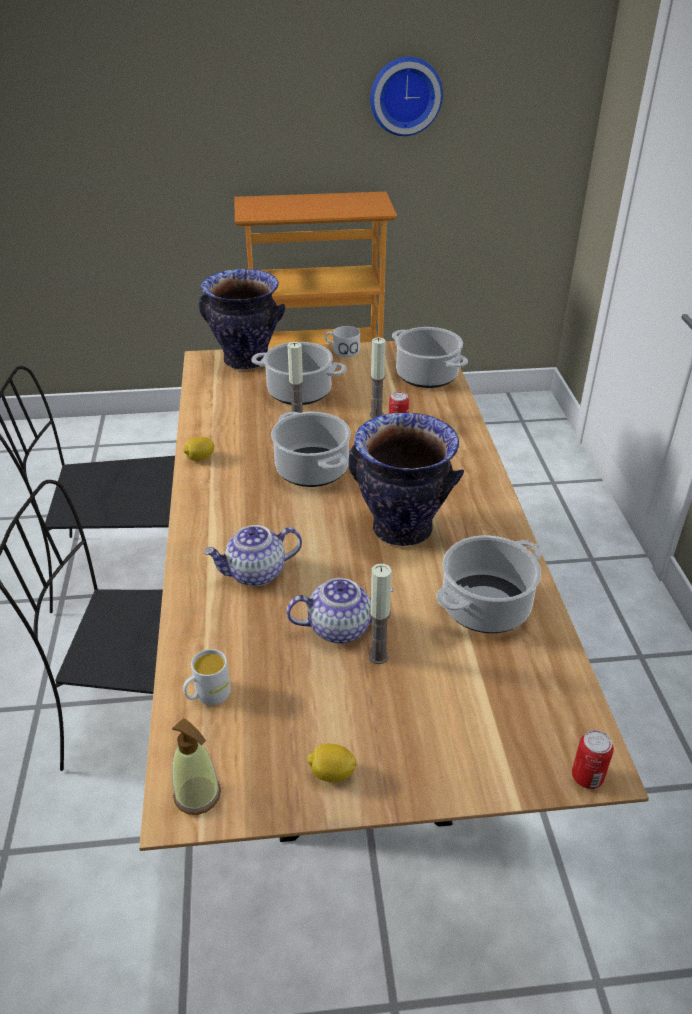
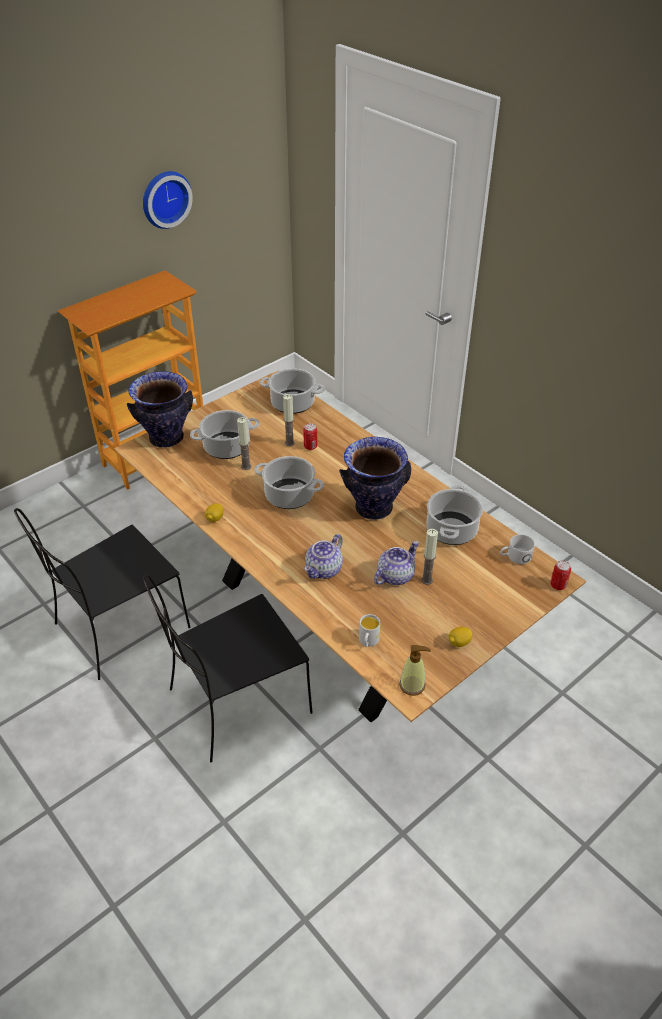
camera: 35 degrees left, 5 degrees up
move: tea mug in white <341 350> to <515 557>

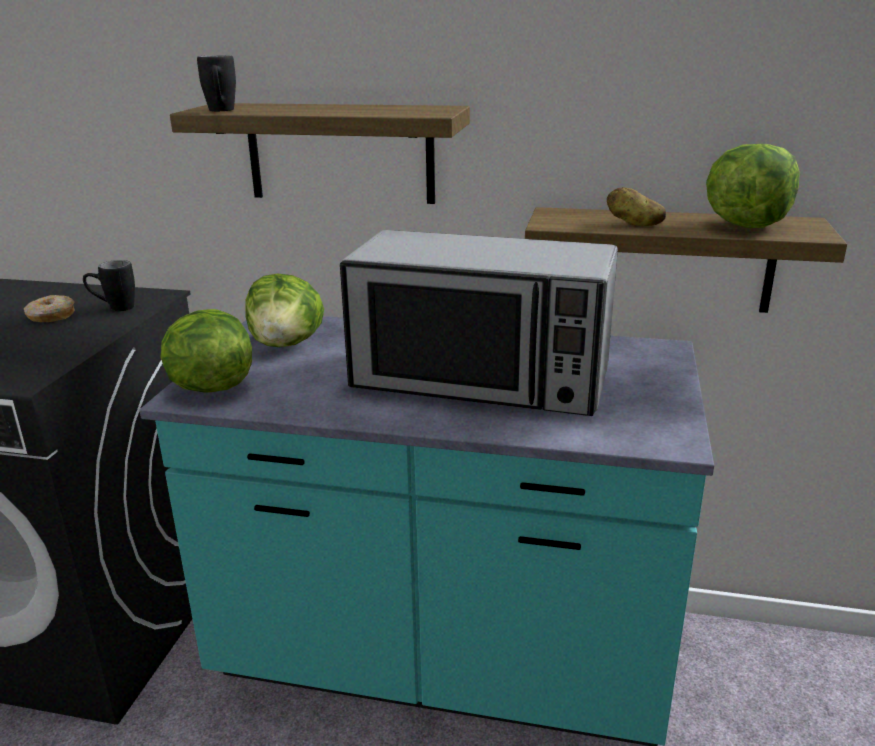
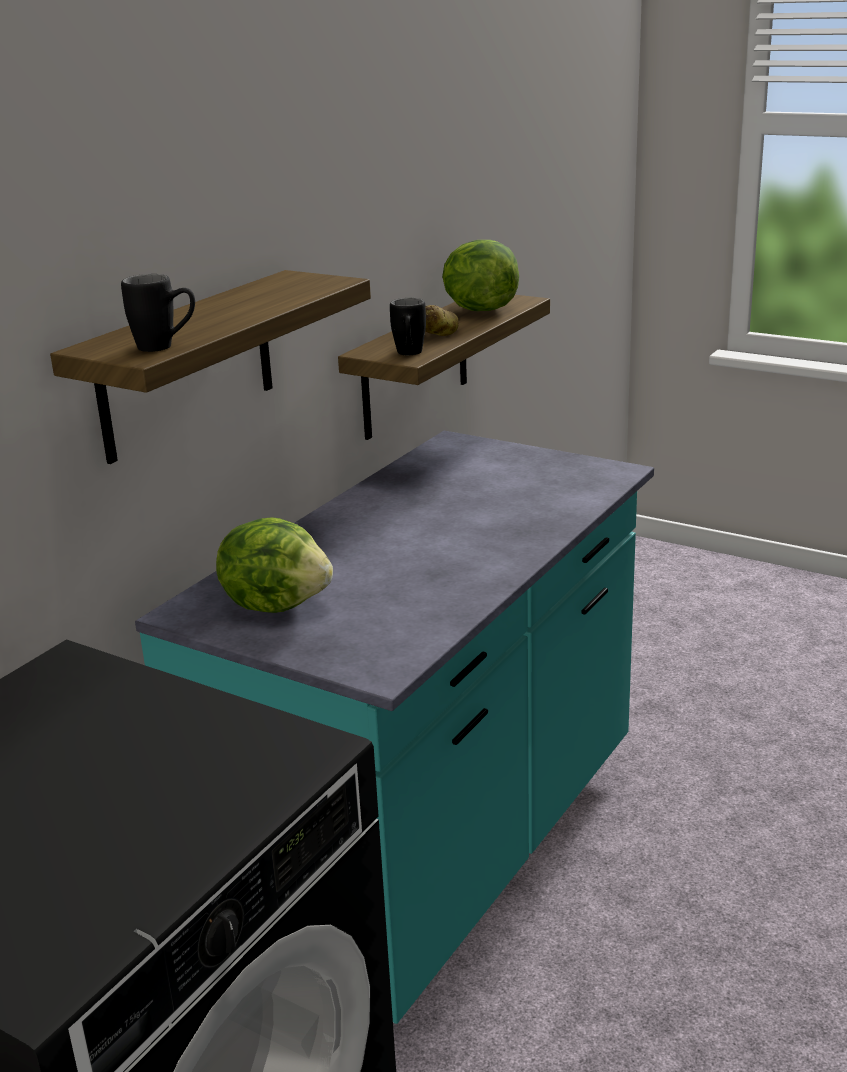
camera: 70 degrees left, 0 degrees up
delete: doughnut <51 316>; lettuce <210 387>; kitchen microwave <480 380>
move: tea mug in blackish <114 308> to <409 354>

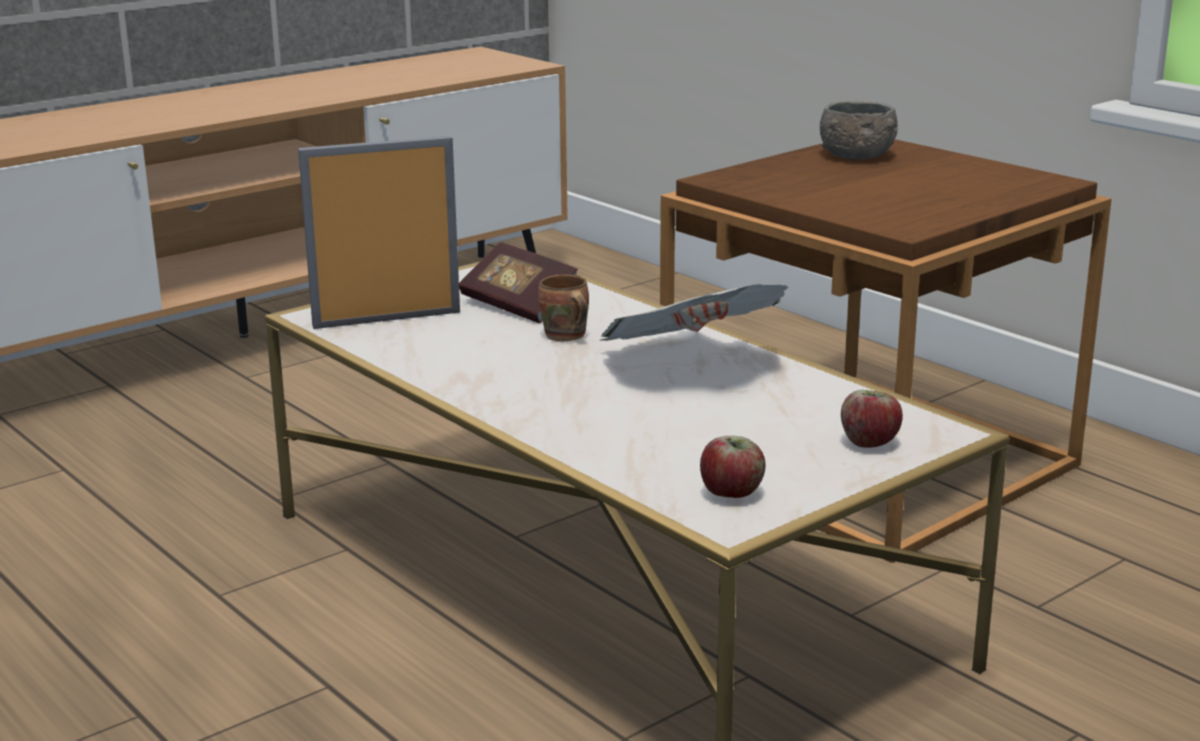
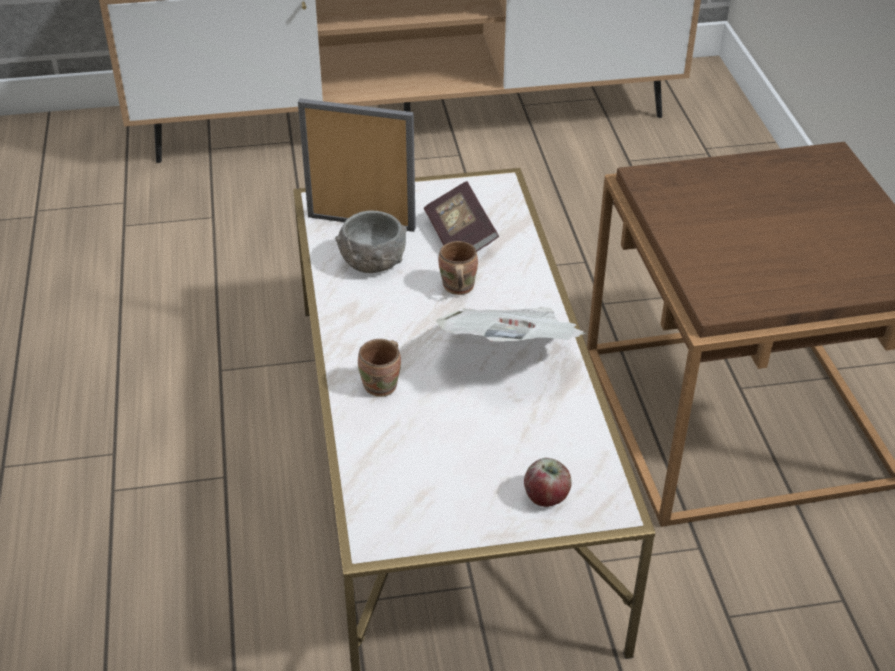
camera: 30 degrees right, 20 degrees up
delete: apple fruit <732 494>
insert: tea mug in brown-coloured <383 385>
move: serving bowl in gray <857 155> to <373 262>

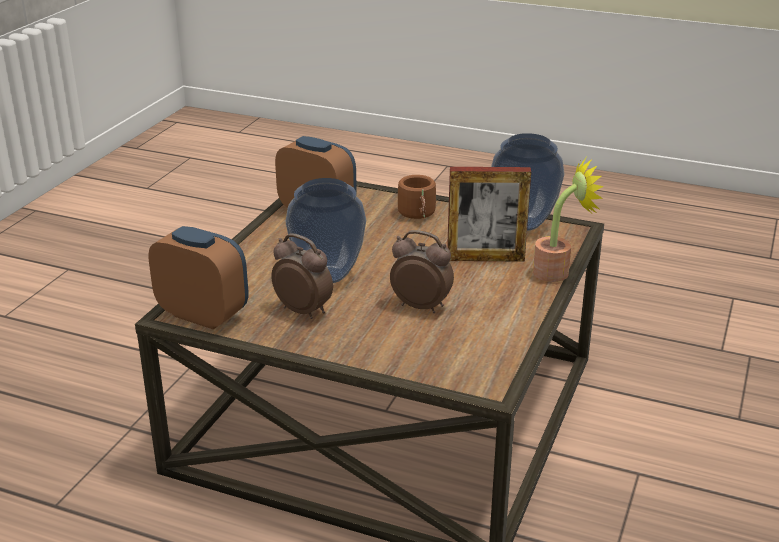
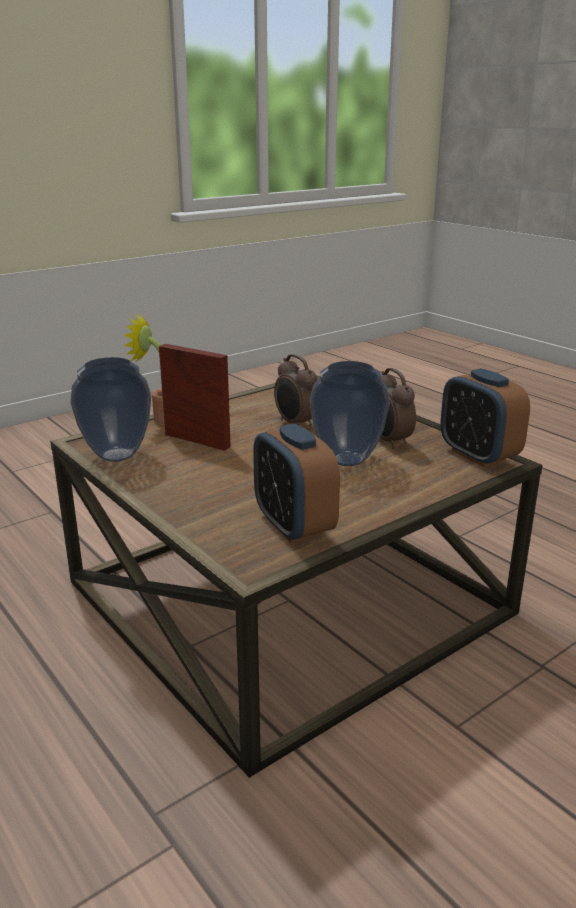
camera: 150 degrees left, 5 degrees down
delete: tea mug in brown-coloured <420 214>

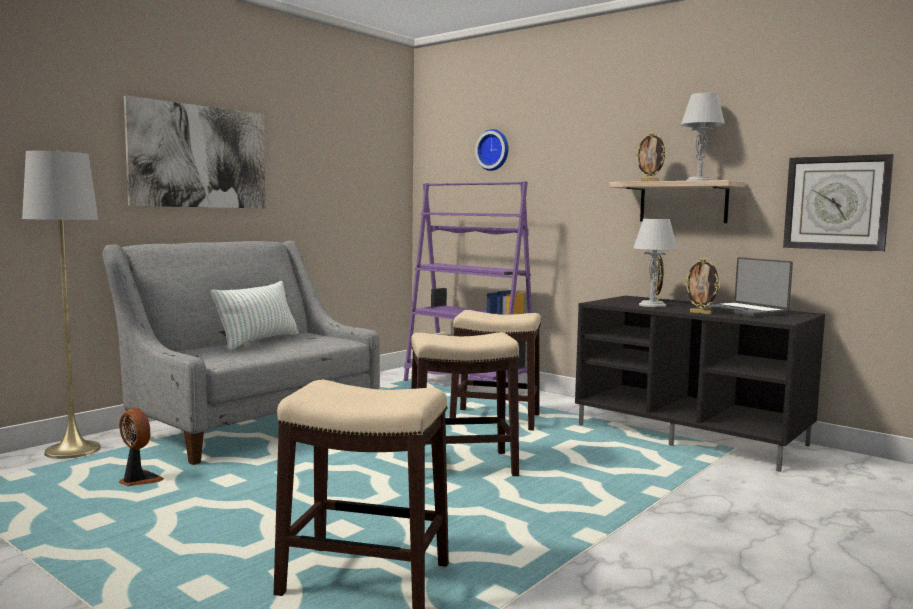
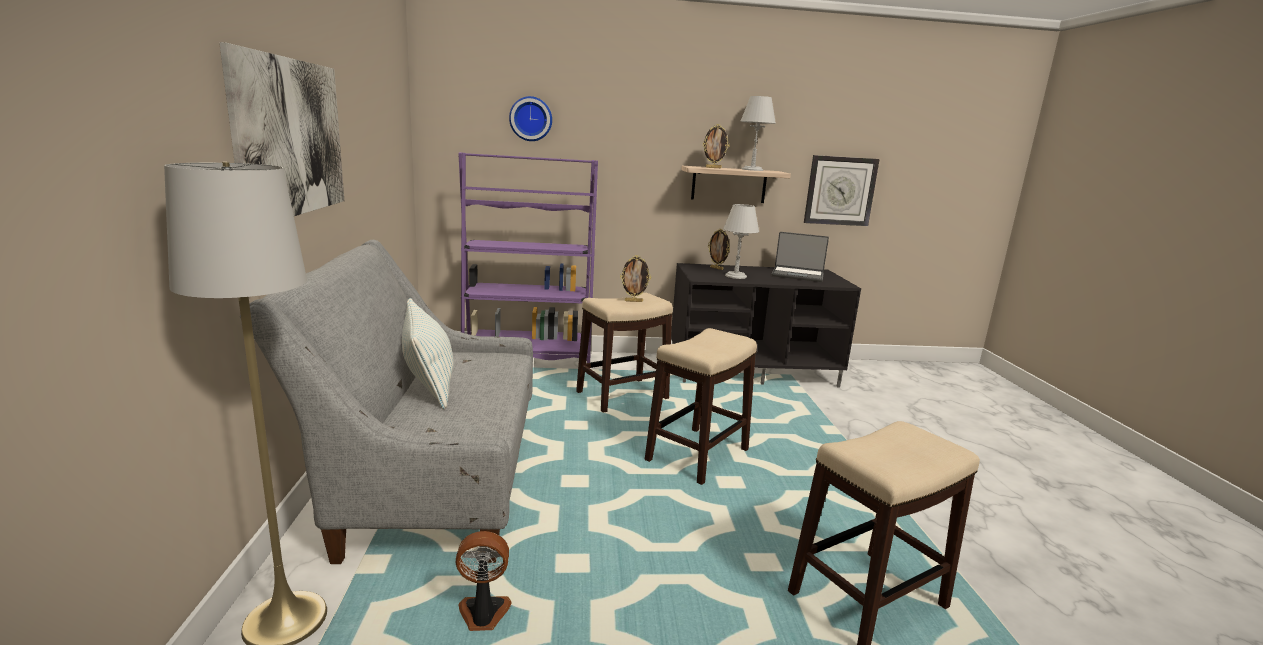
camera: 45 degrees left, 10 degrees up
move: picture frame <700 313> to <634 301>

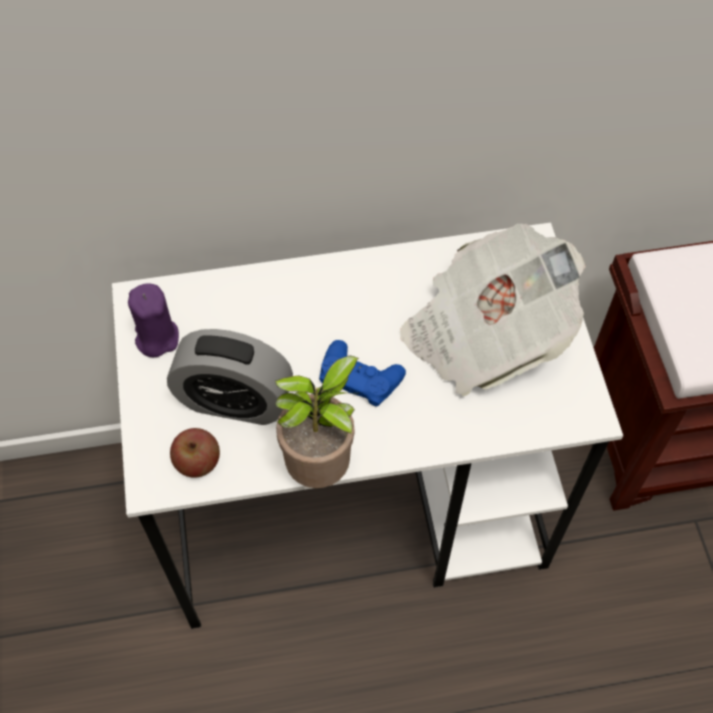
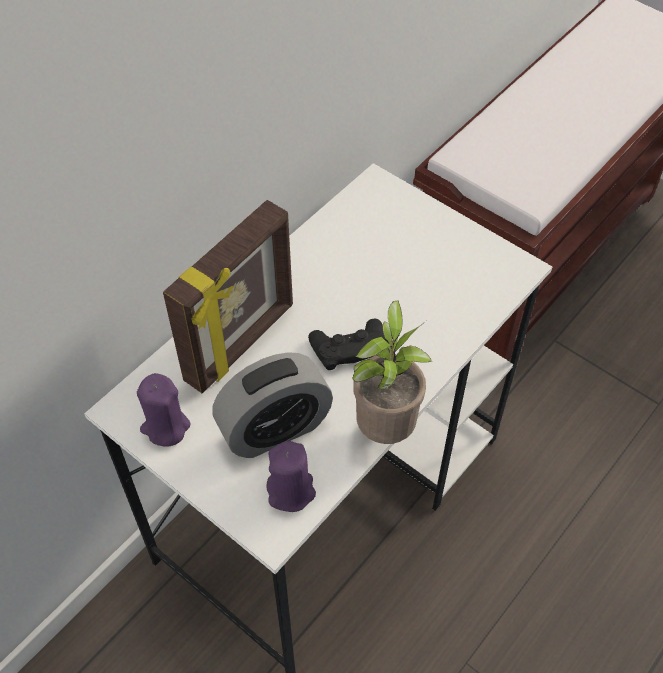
camera: 40 degrees left, 5 degrees down
delete: newspaper <485 333>
insert: picture frame <241 344>
replace: apple fruit <197 461> to wax candle in purplish <291 491>
recolor: joypad in blue-coloured <360 377> to joypad in blackish <349 348>

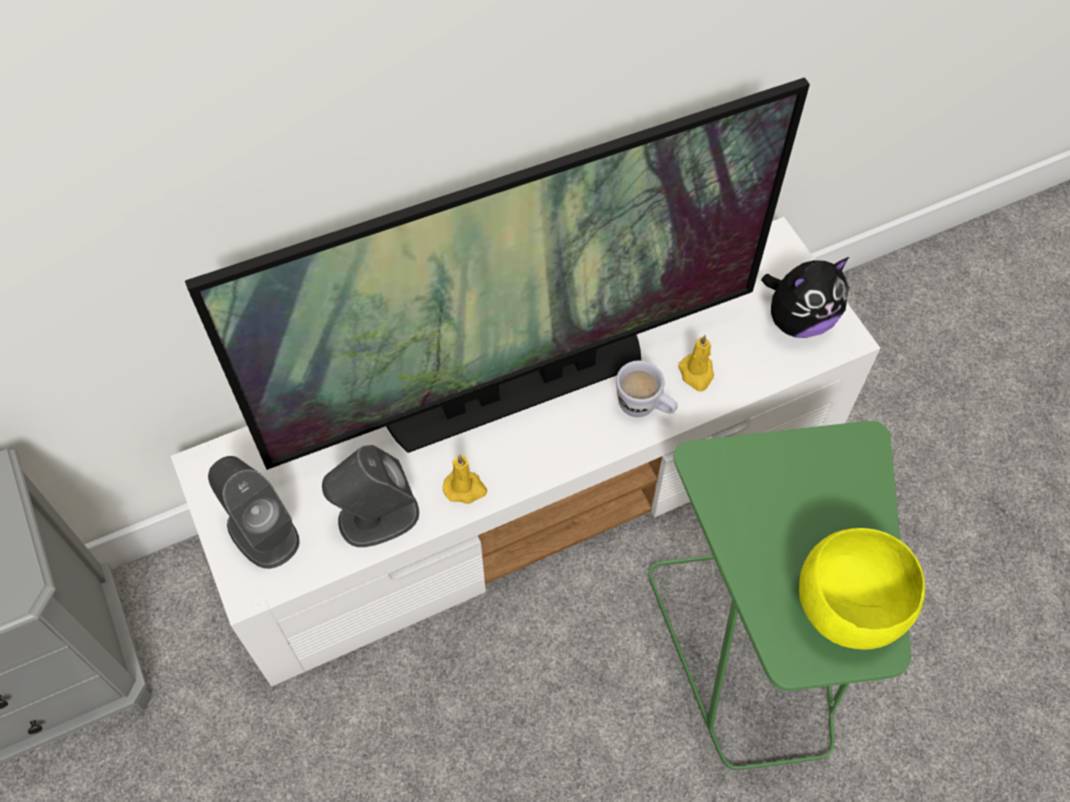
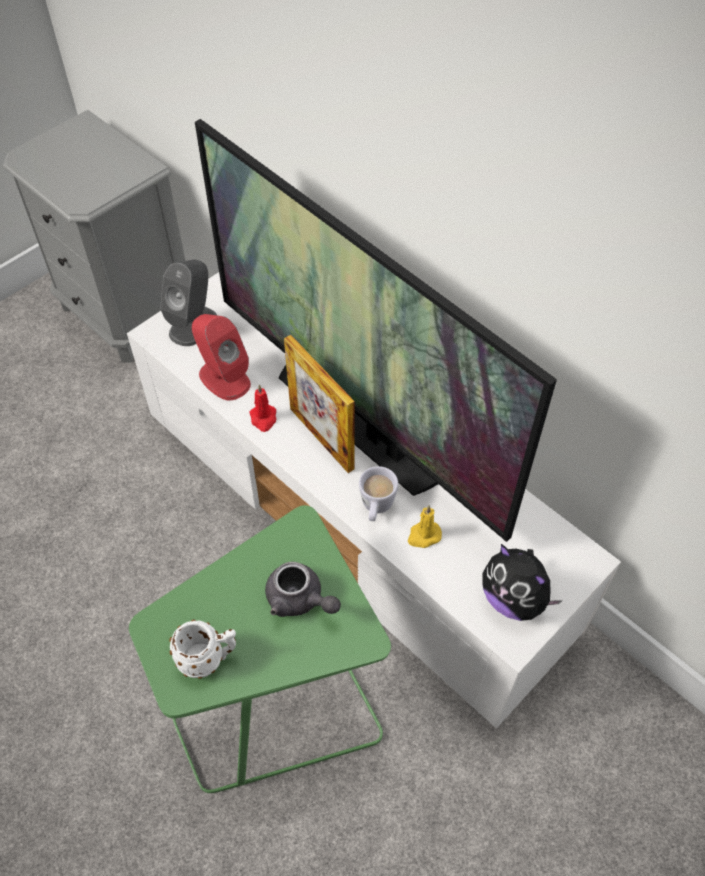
camera: 70 degrees right, 5 degrees down
insert: tea pot in gray <300 600>; picture frame <321 438>
replace: serving bowl in yellowish <849 605> to tea mug in white <208 659>
recolor: audio speaker in gray <377 517> to audio speaker in reddish <224 378>; wax candle in yellowish <465 488> to wax candle in reddish <263 418>

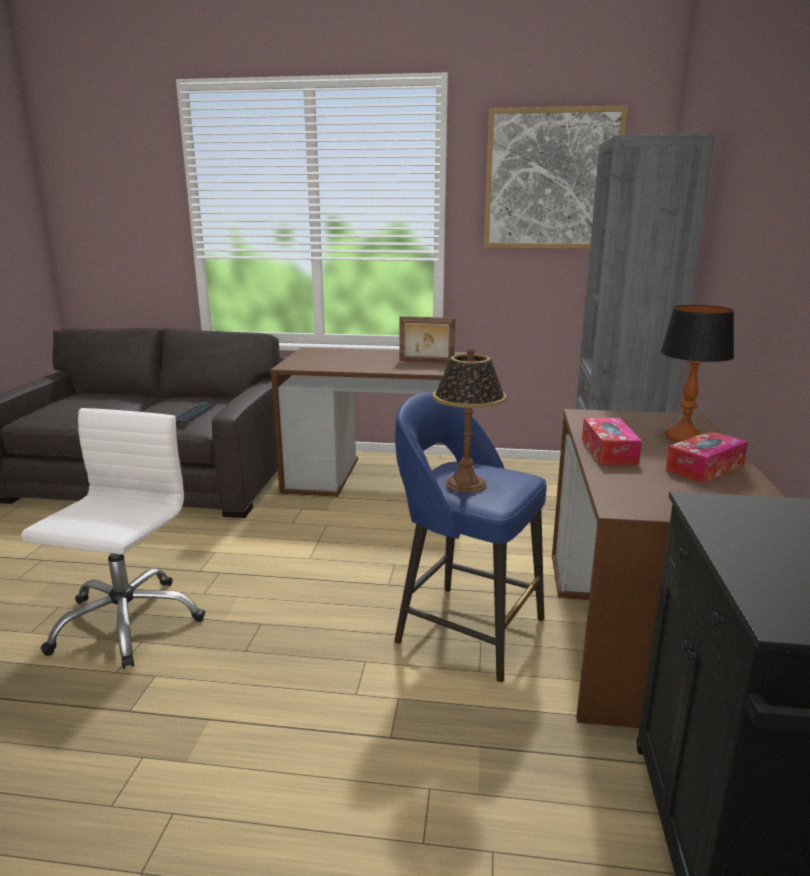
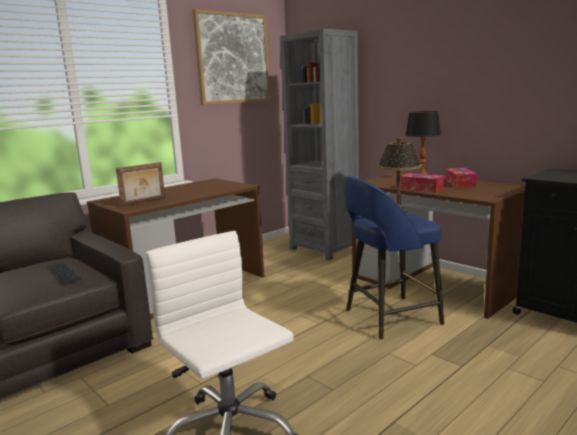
camera: 50 degrees left, 5 degrees down
move: picture frame <426 361> to <144 202>

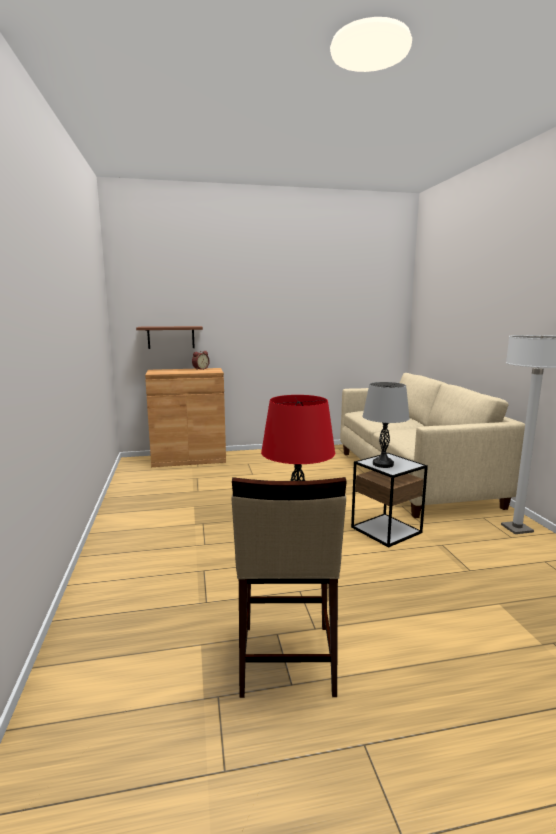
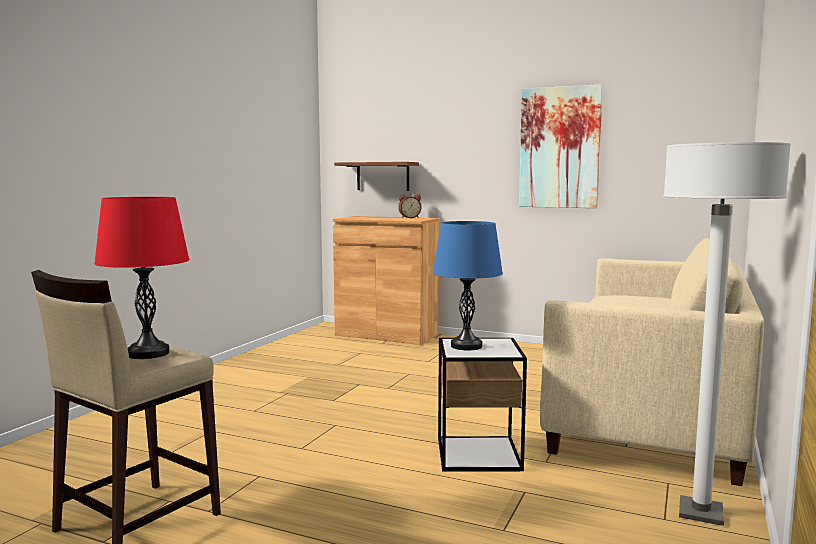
camera: 35 degrees right, 5 degrees down
insert: wall art <559 148>
recolor: tabletop lamp in gray <383 464> to tabletop lamp in blue-coloured <466 346>

